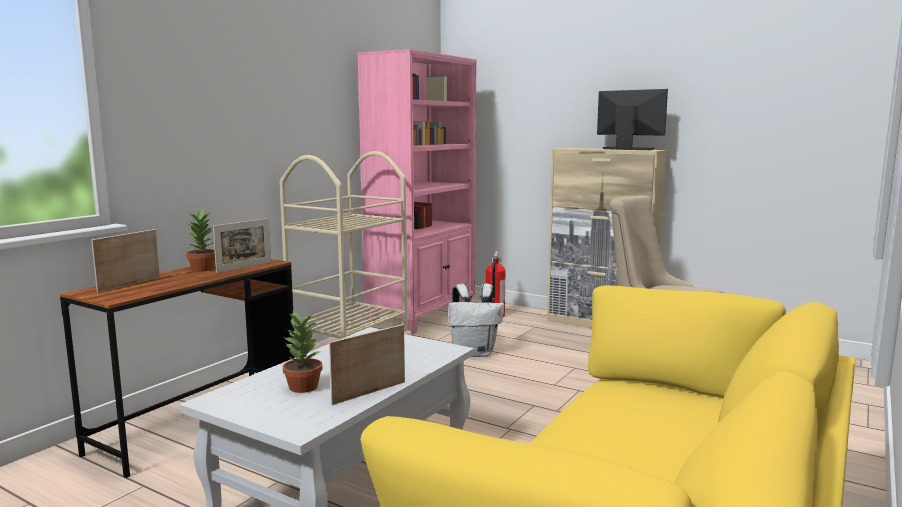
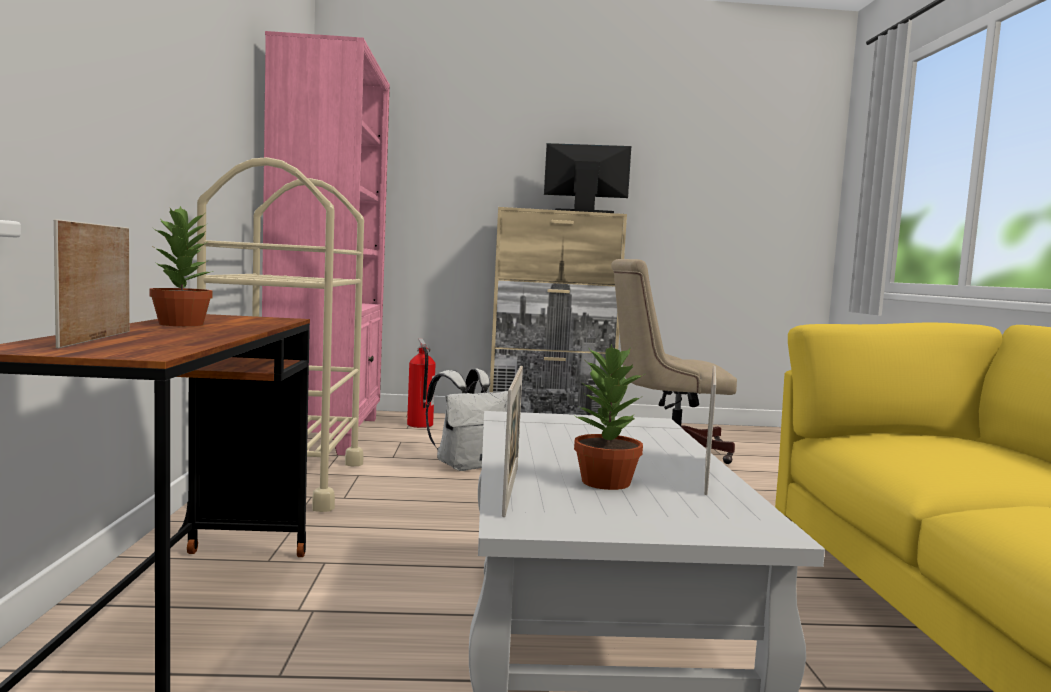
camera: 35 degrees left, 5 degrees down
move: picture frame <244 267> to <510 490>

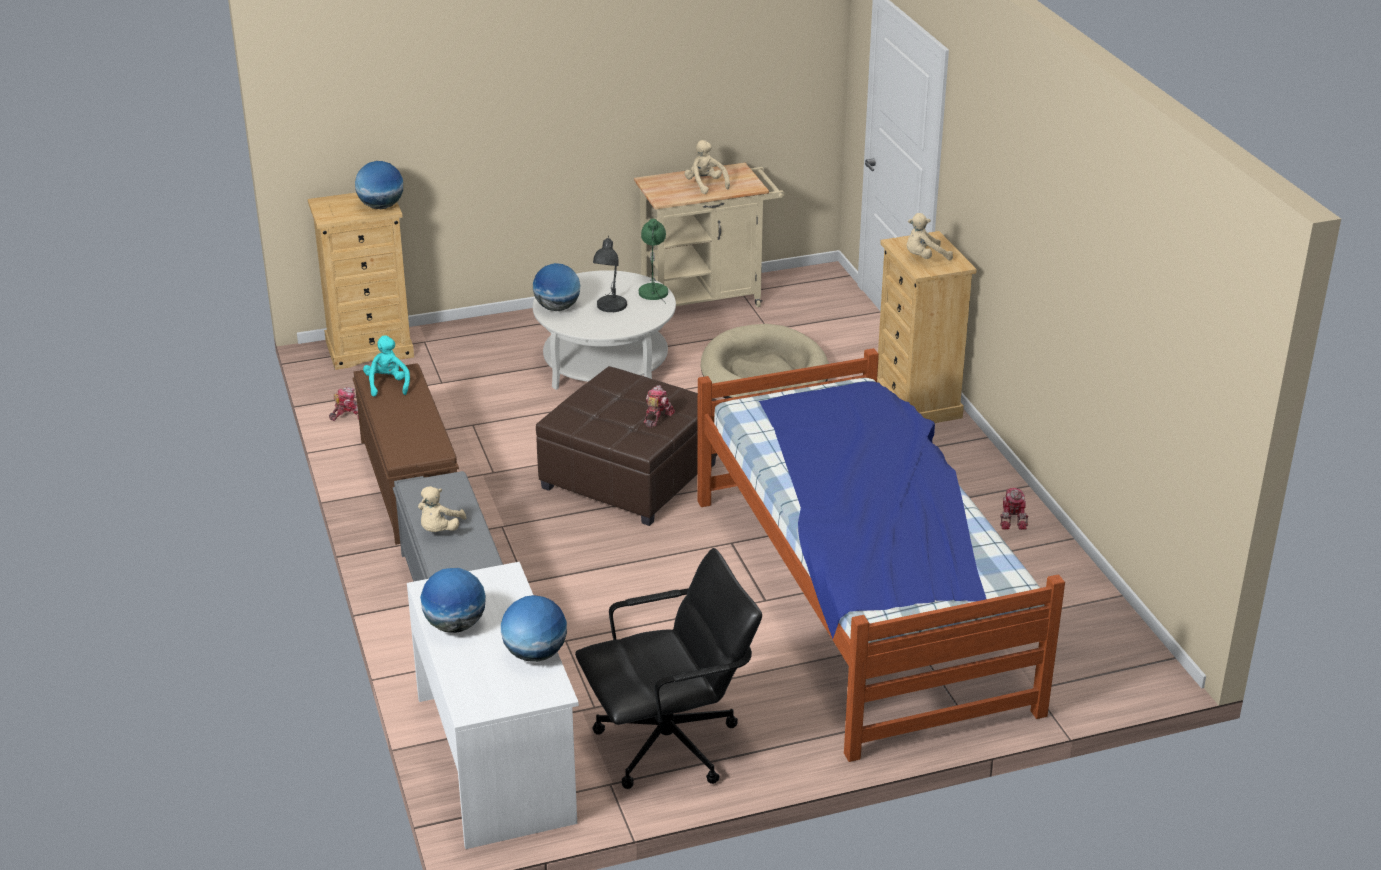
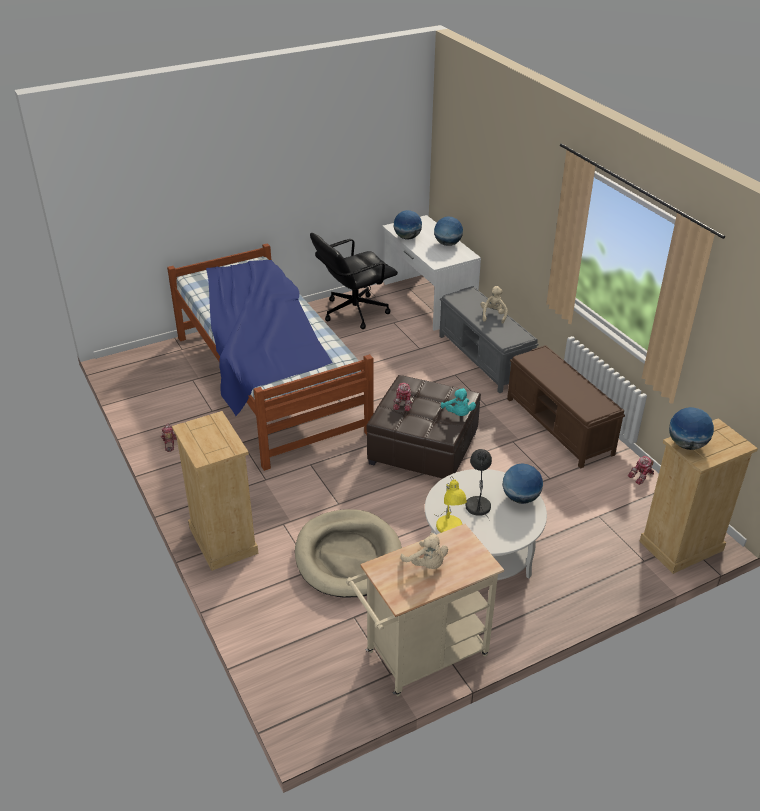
camera: 170 degrees right, 5 degrees up
delete: soft toy in sand-coloured <924 258>
move: soft toy in blue-green <388 385> to <458 414>
recolor: tabletop lamp in green-coloured <654 291> to tabletop lamp in yellowish <449 529>

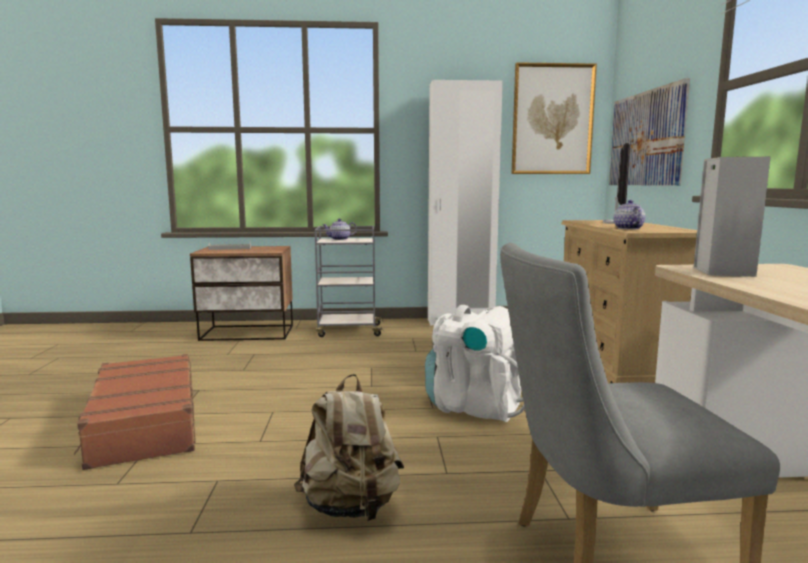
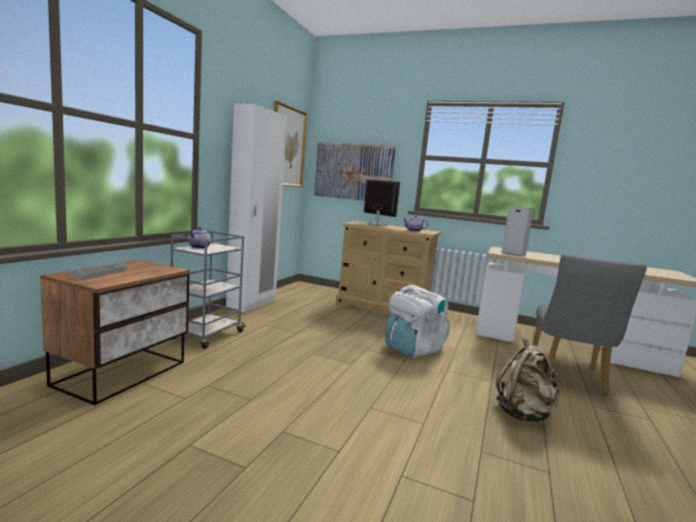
camera: 65 degrees left, 0 degrees up
delete: piece of luggage in brown-coloured <144 424>

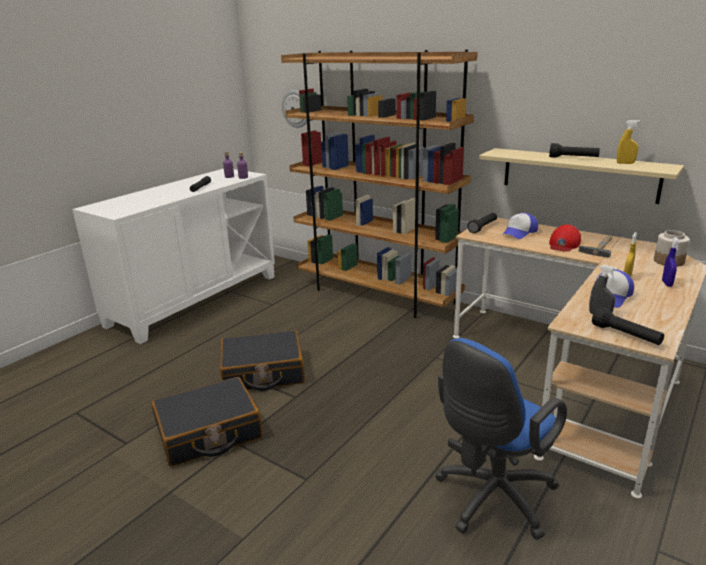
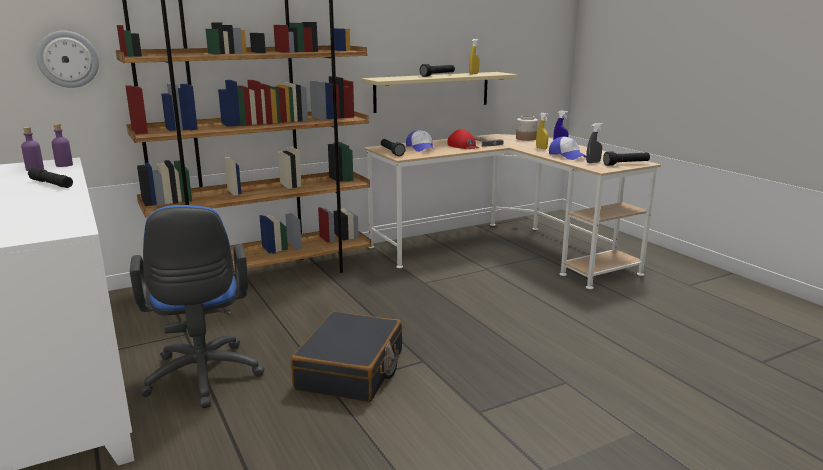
camera: 65 degrees left, 5 degrees down
delete: piece of luggage in blackish <209 433>
move: office chair in blue-coloured <491 499> to <203 379>

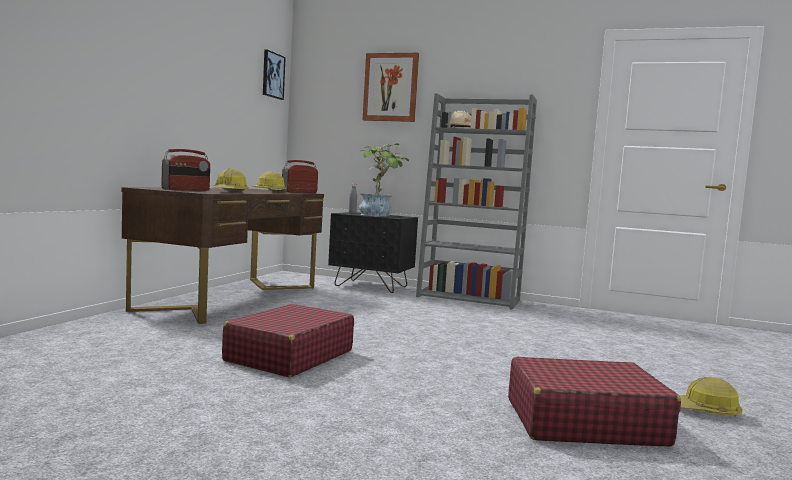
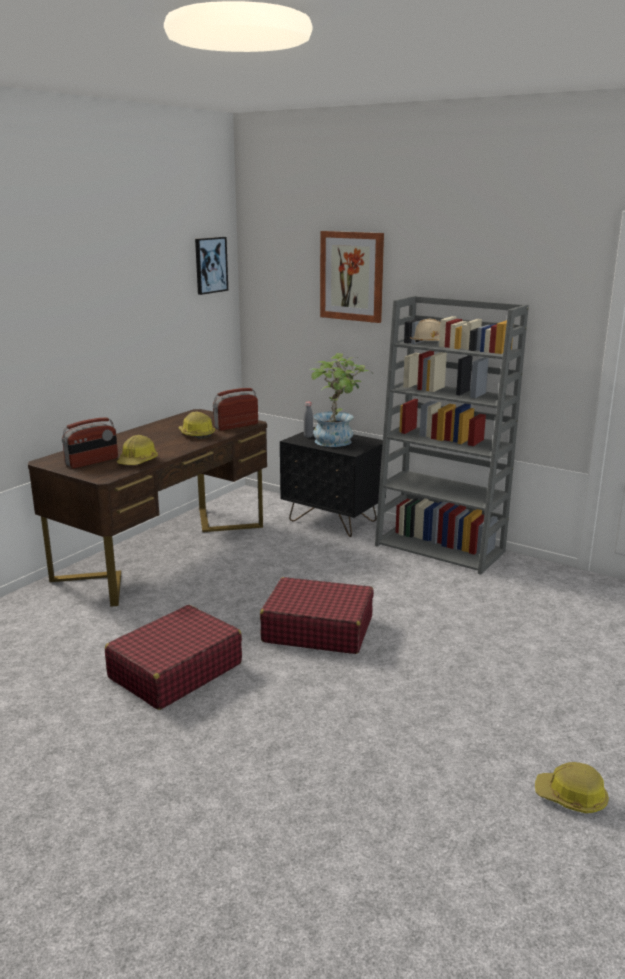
camera: 15 degrees right, 15 degrees up
move: piece of luggage in reddish <583 422> to <317 629>

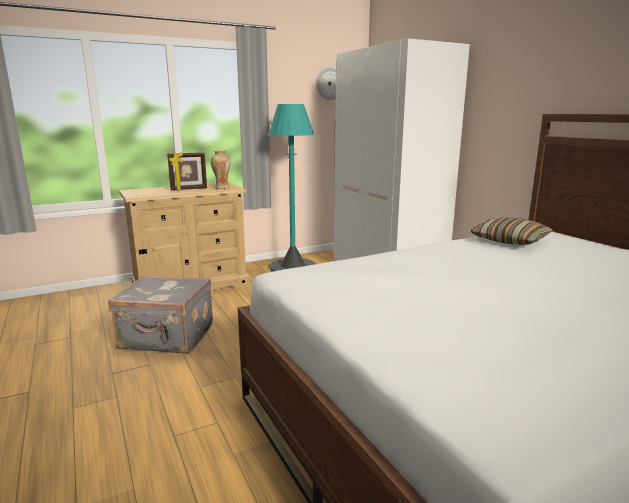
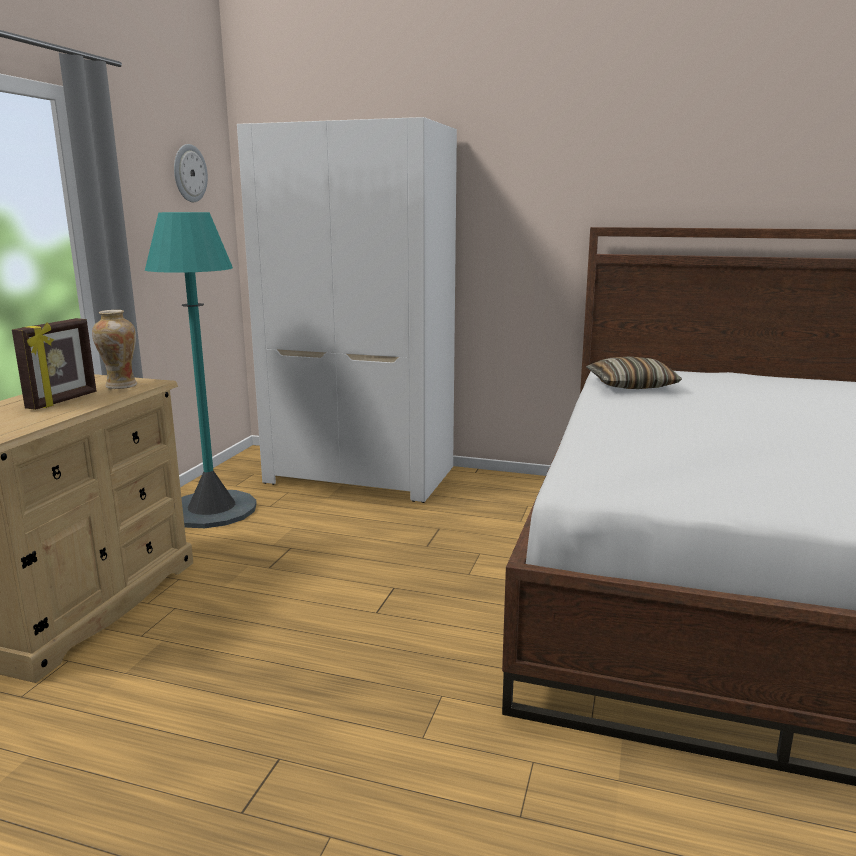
camera: 45 degrees left, 0 degrees up
delete: piece of luggage in gray <167 338>

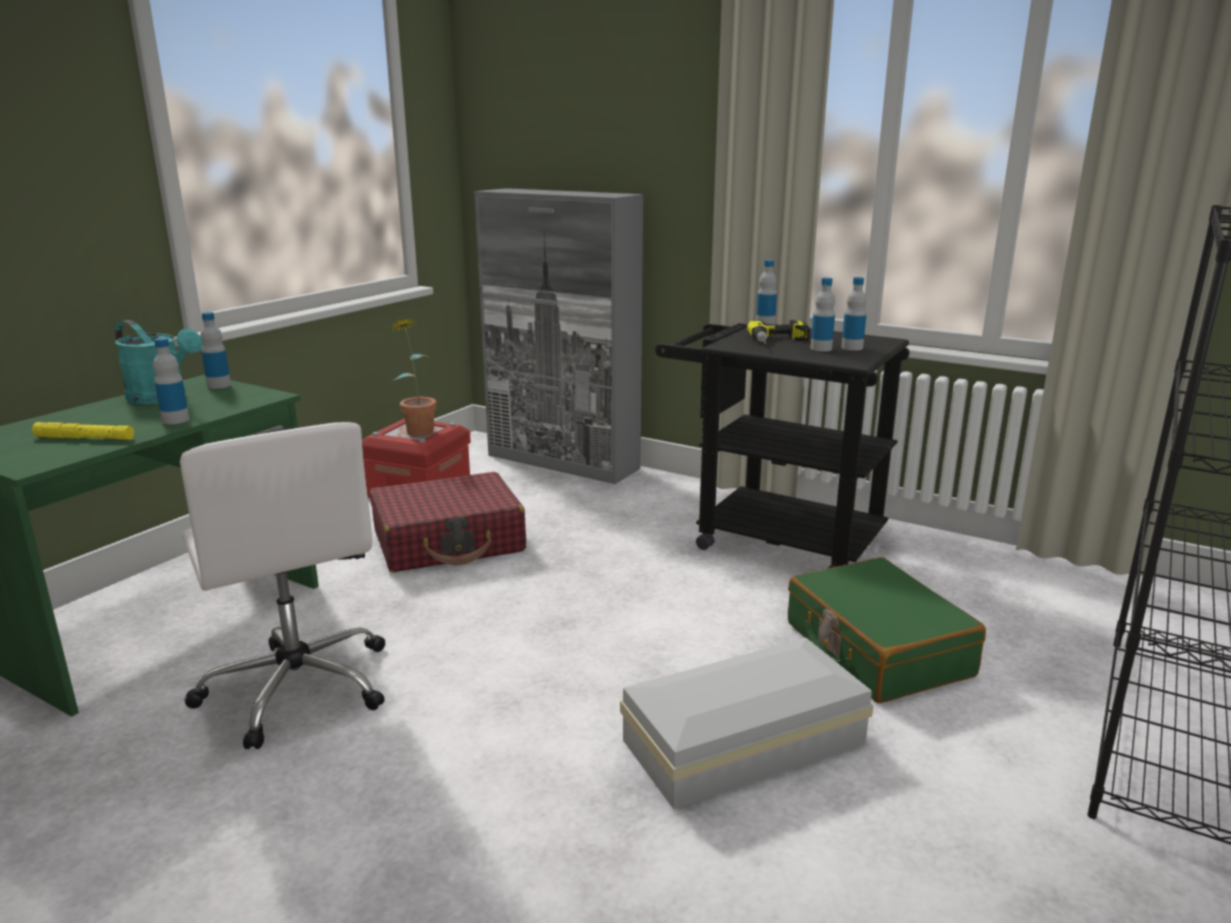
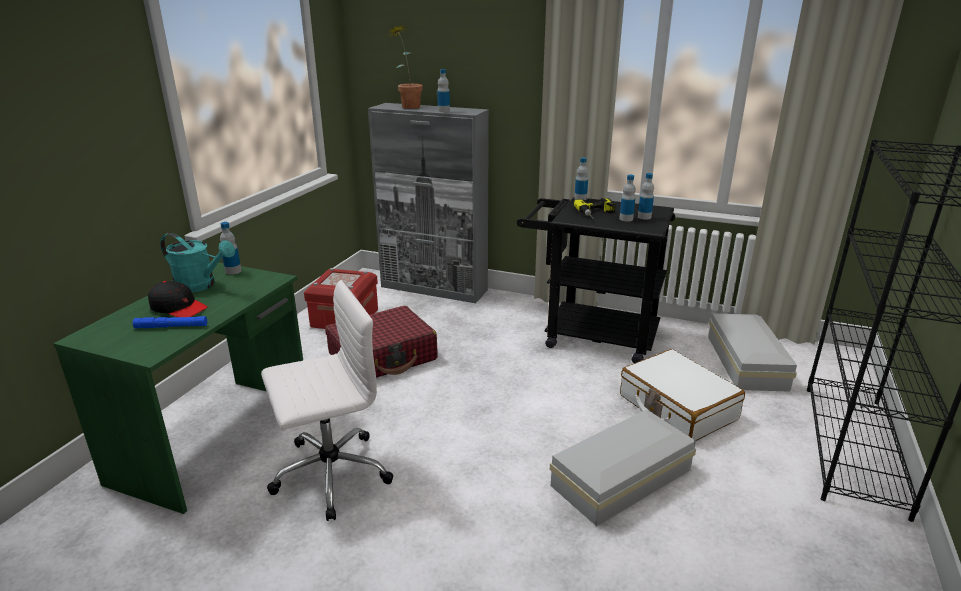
camera: 10 degrees left, 5 degrees up
insert: peaked cap in blackish <178 308>; storage box in white <745 363>
move: bottle <175 420> to <443 111>; plant in a pot <418 429> to <408 106>
recolor: hand torch in yellowish <85 438> to hand torch in blue-coloured <171 326>; piece of luggage in green-coloured <876 649> to piece of luggage in white <676 408>
rotate: office chair in white <297 687> = <329 474> 75 degrees counterclockwise

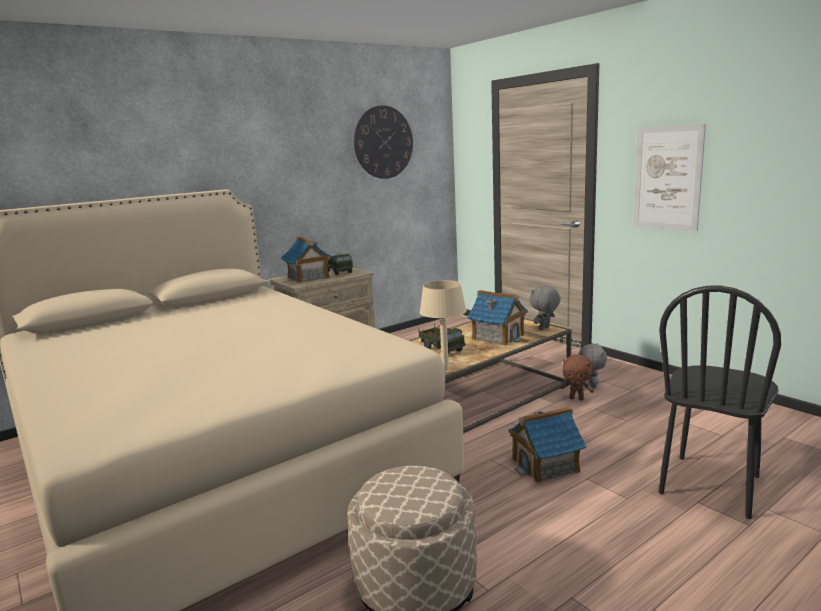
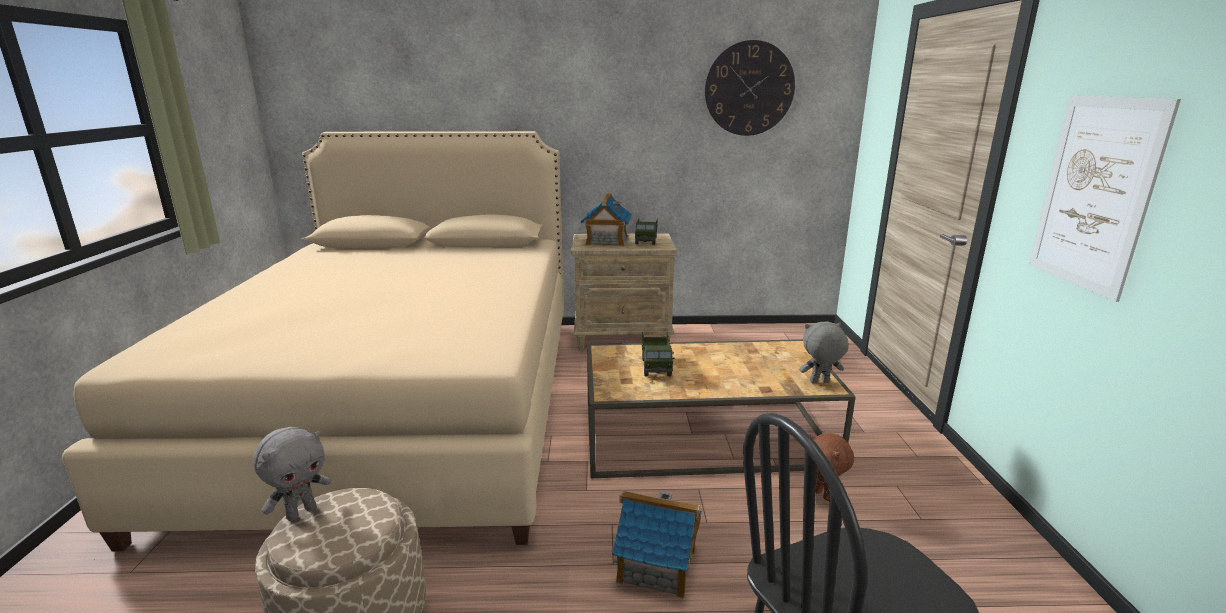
camera: 35 degrees right, 5 degrees up
delete: tabletop lamp in sand-coloured <444 369>; miniature house <498 337>
move: soft toy in gray <591 386> to <301 512>

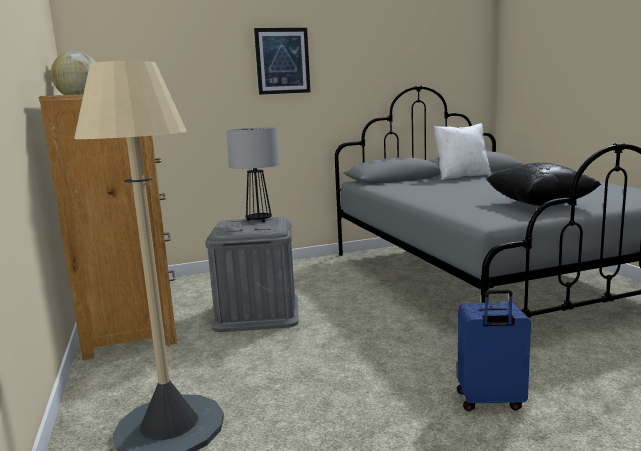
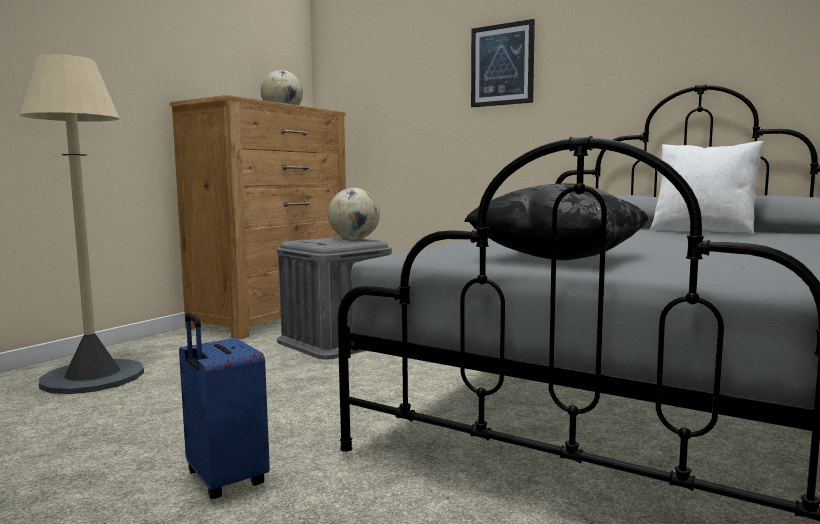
camera: 50 degrees right, 5 degrees down
replace: tabletop lamp <259 220> to world globe <354 239>

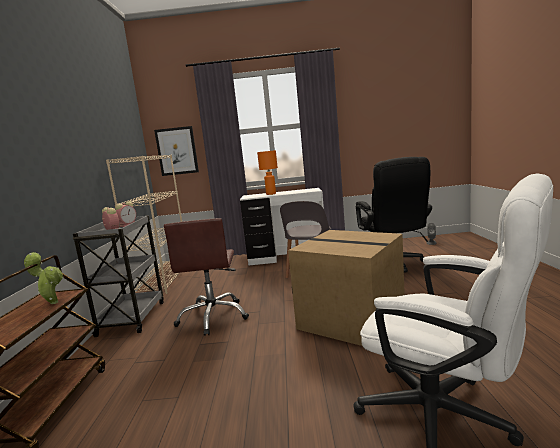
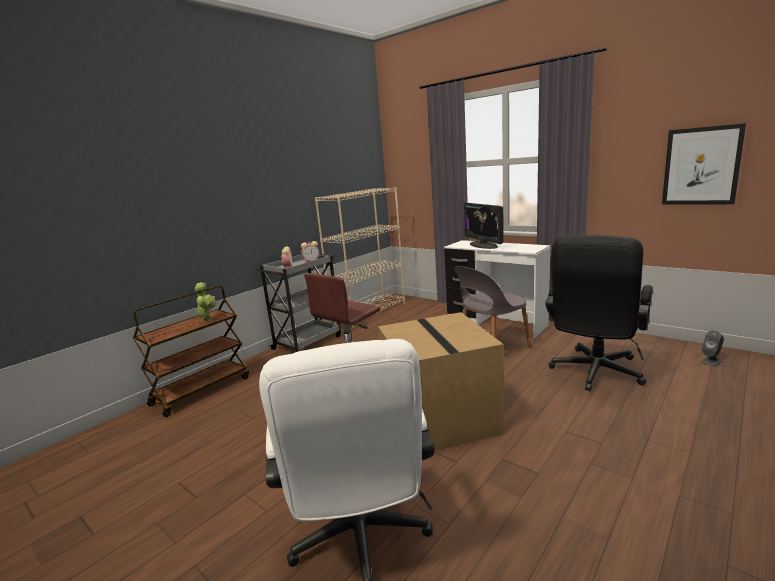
camera: 40 degrees right, 5 degrees up
move: wall art <177 151> to <701 166>
replace: tabletop lamp in orangey <271 194> to computer screen <483 245>

